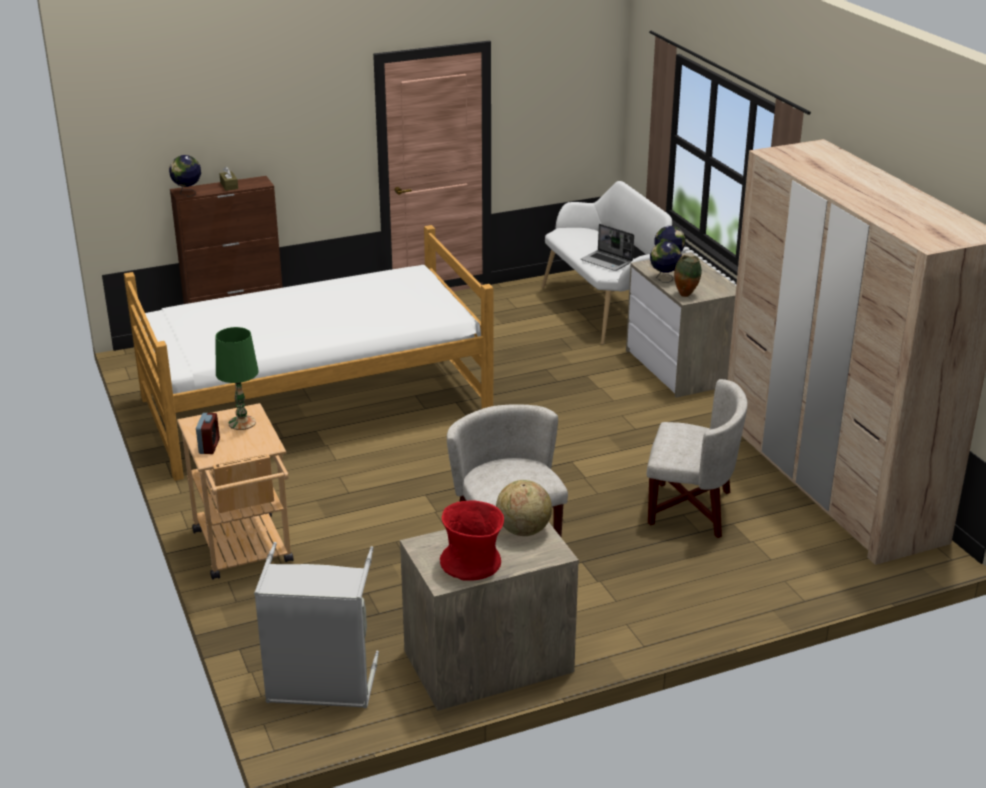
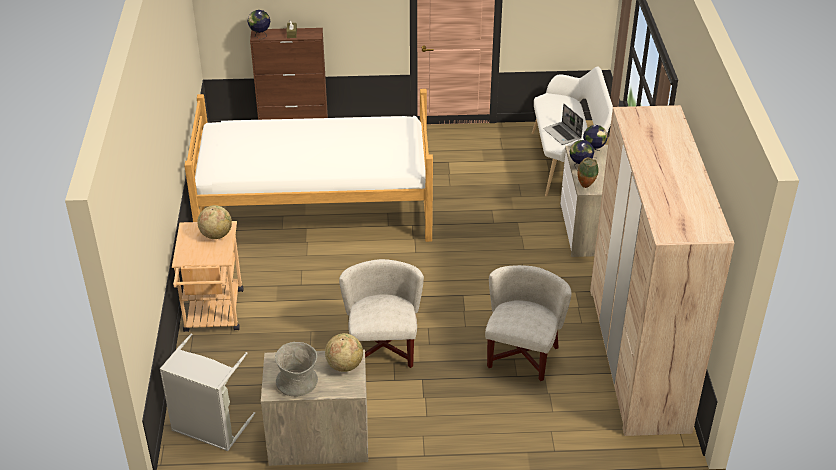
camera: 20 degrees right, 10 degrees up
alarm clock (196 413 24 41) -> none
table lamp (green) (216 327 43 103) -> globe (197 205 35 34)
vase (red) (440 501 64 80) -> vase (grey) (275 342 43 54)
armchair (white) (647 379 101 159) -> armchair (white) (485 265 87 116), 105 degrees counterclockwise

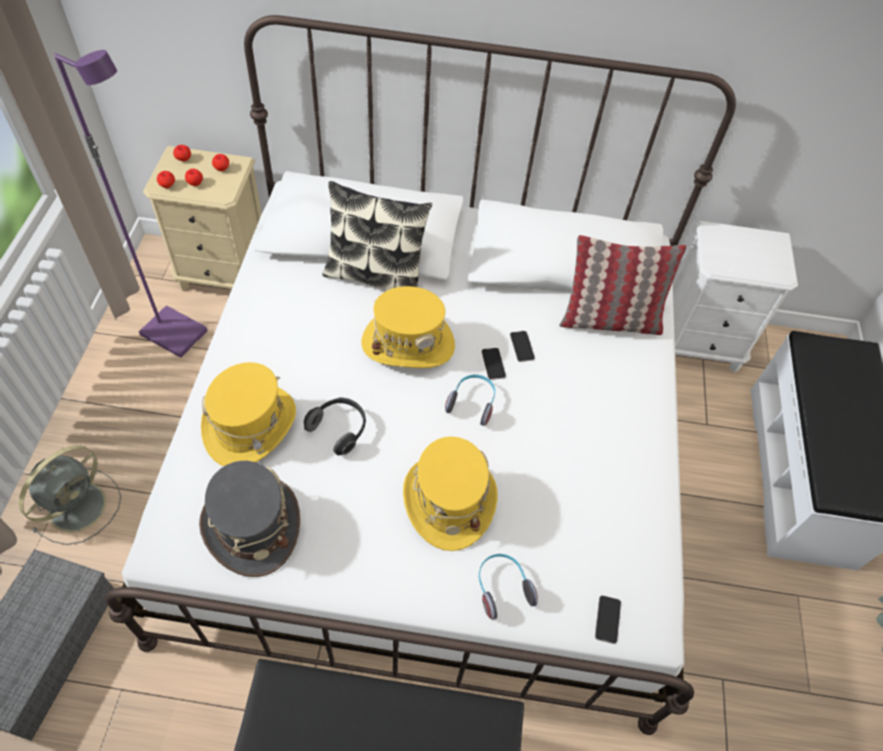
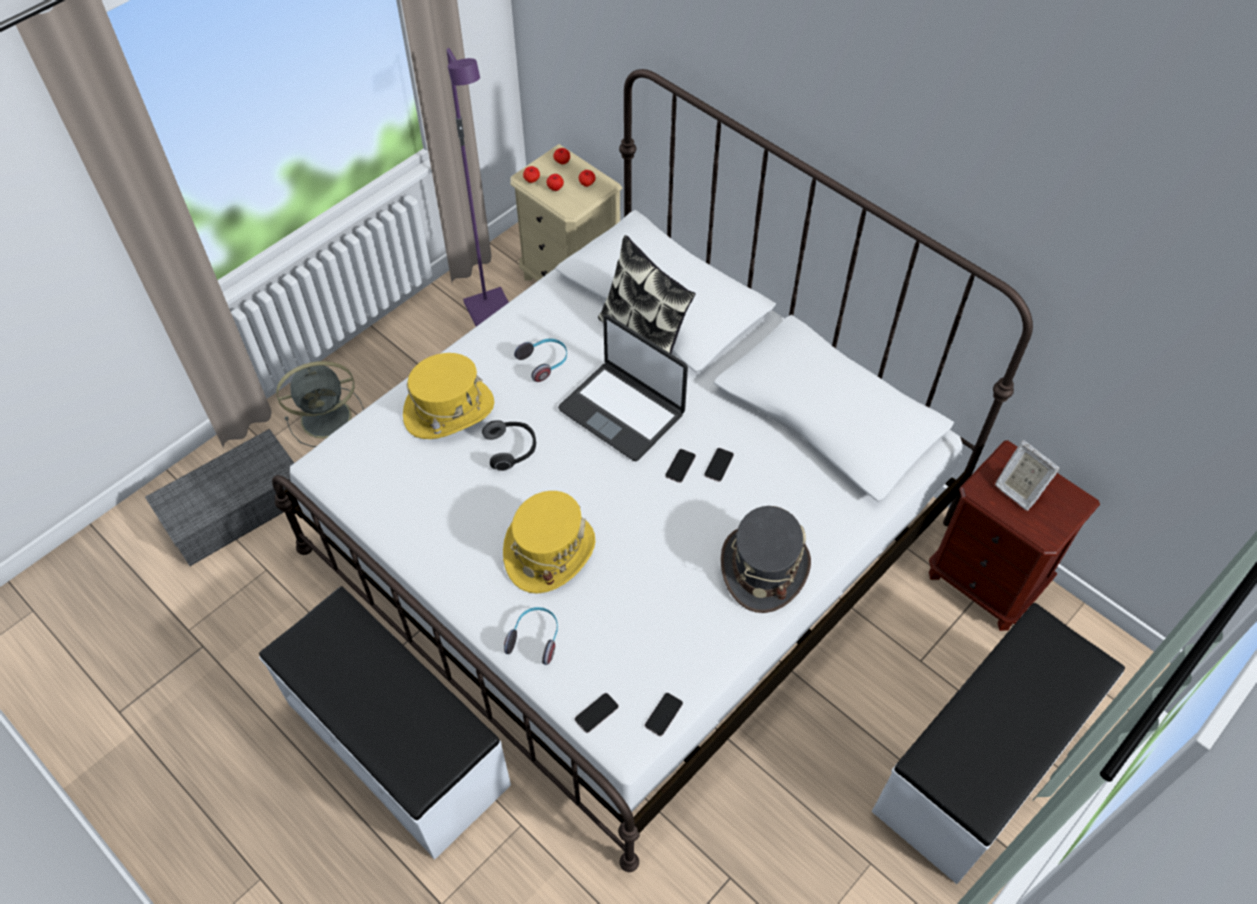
camera: 40 degrees right, 0 degrees up
pillow (559 235 127 100) -> none
none -> phone (645 693 38 43)
none -> picture frame (995 440 65 71)
hat (grey) (199 461 101 116) -> hat (grey) (721 506 90 107), relocated
headphones (445 374 50 52) -> headphones (514 339 53 43), relocated
hat (yellow) (361 286 94 82) -> laptop (558 315 130 146)
nightstand (white) (673 221 125 152) -> nightstand (brown) (929 440 171 191)

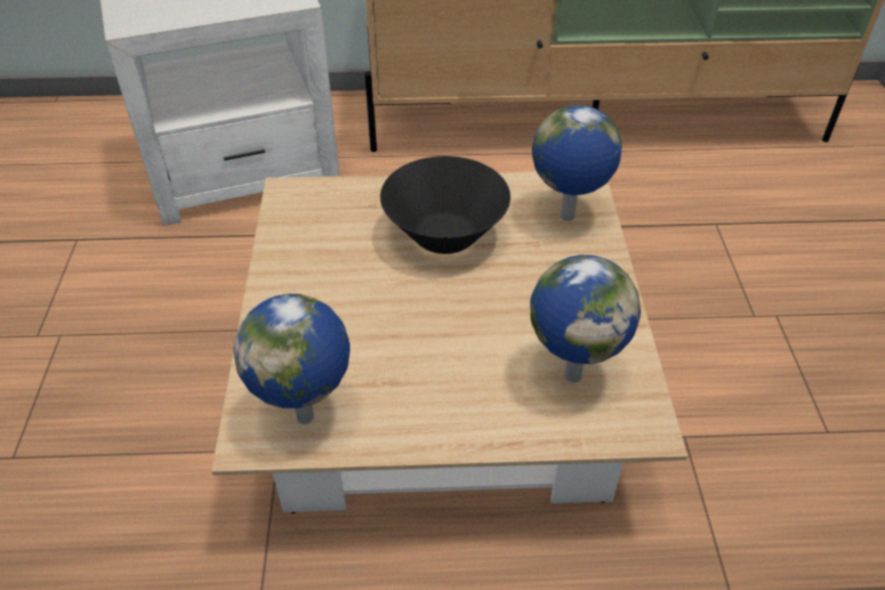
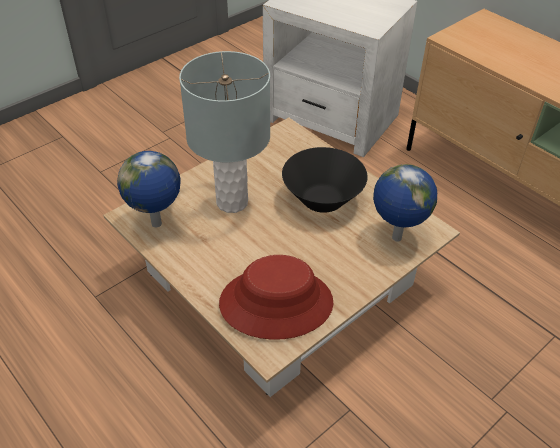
camera: 50 degrees right, 0 degrees up
none -> table lamp (grey) (179 51 91 162)
globe (530 255 111 128) -> hat (red) (219 255 115 85)

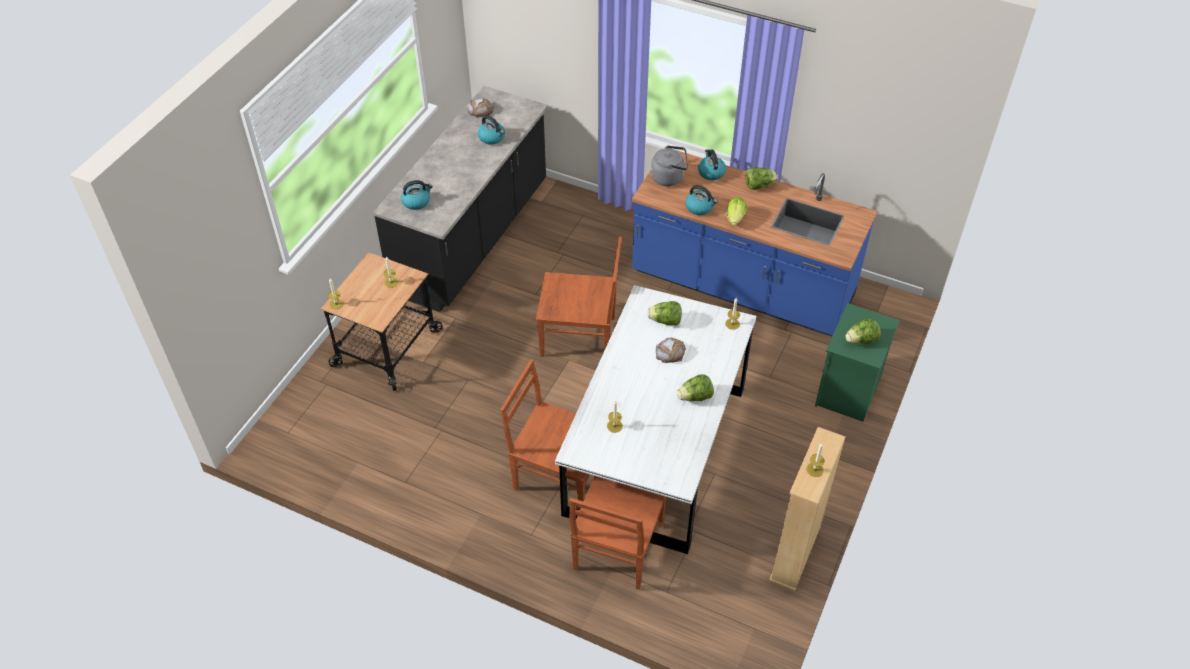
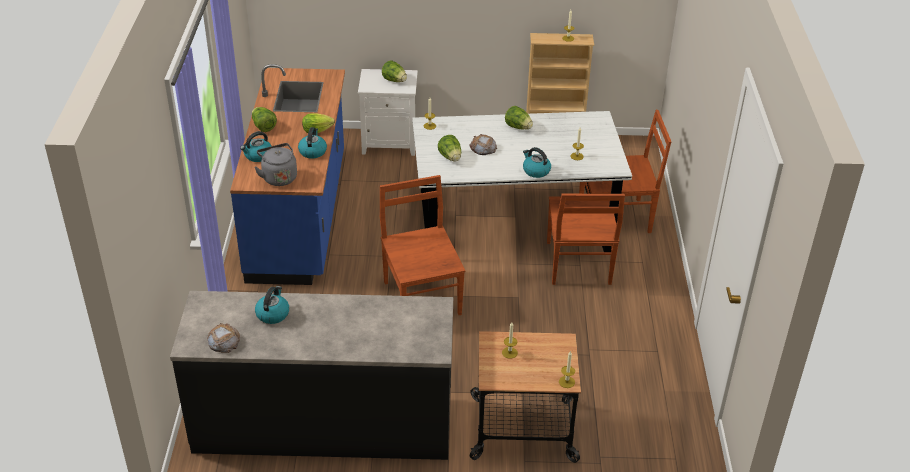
camera: 115 degrees left, 10 degrees down
kettle (401 180 32 30) -> kettle (523 147 28 31), relocated
nightstand (green) (815 303 85 119) -> nightstand (white) (358 69 60 87)

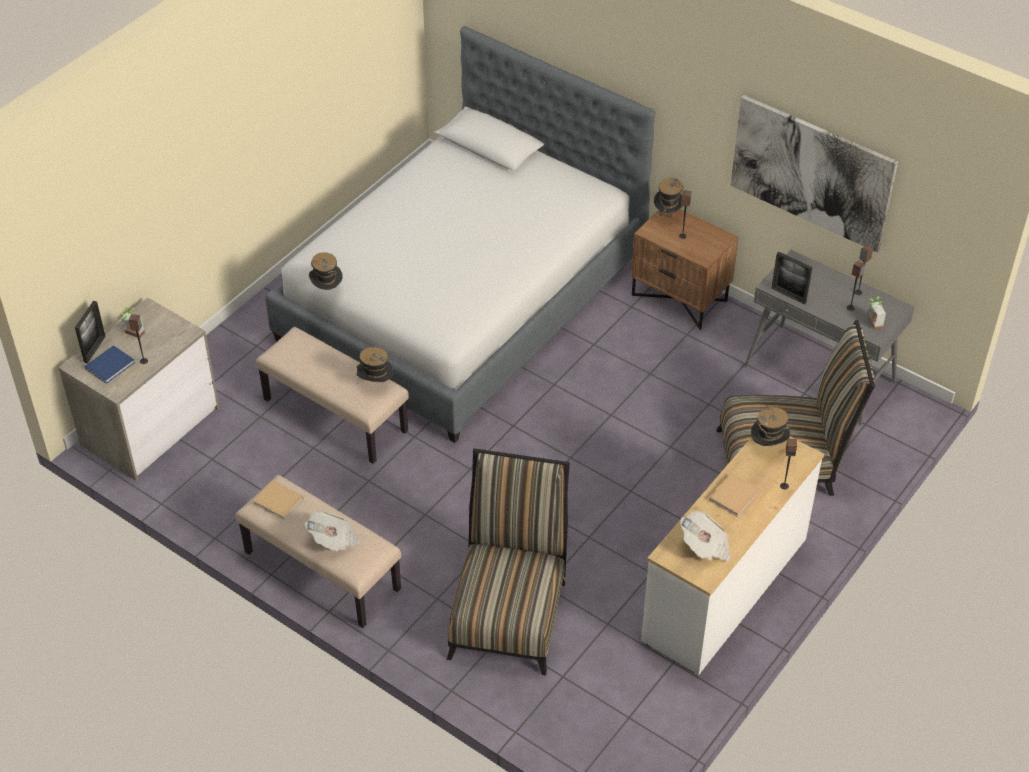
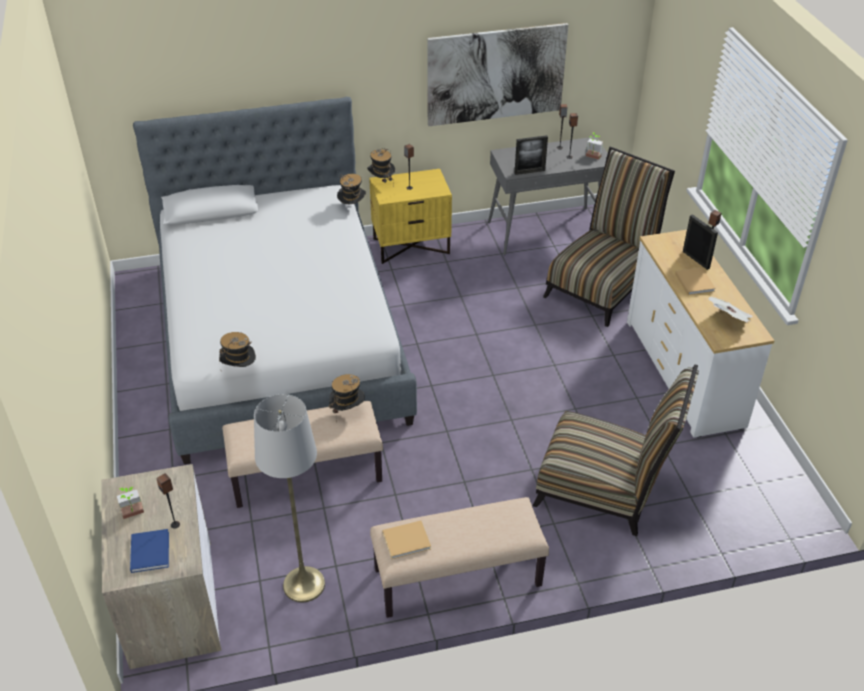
camera: 50 degrees left, 5 degrees down
newspaper (305 510 56 41) -> none
none -> floor lamp (grey) (254 394 71 208)
picture frame (75 301 31 62) -> picture frame (683 214 35 56), relocated
hat (751 404 39 42) -> hat (337 174 29 30), relocated
nightstand (brown) (631 209 107 121) -> nightstand (yellow) (369 169 83 95)
chair (447 448 123 227) -> chair (533 365 166 171), 150 degrees clockwise

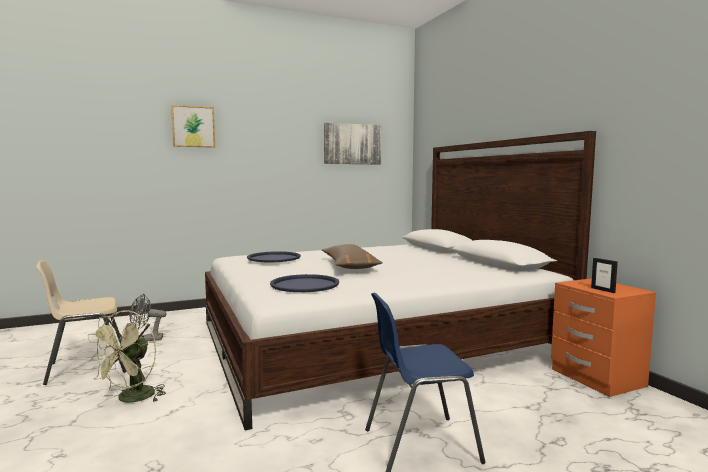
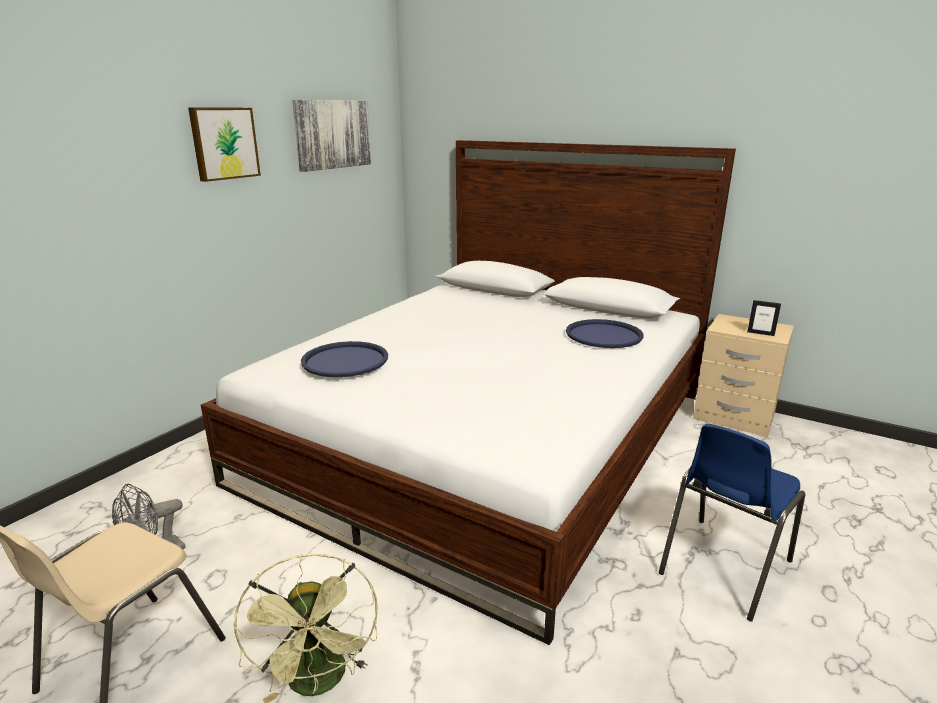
camera: 35 degrees left, 15 degrees up
pillow (brown) (322 244 61 25) -> none
picture (171 105 44 43) -> picture (188 107 73 75), relocated
tray (blue) (270 274 69 18) -> tray (blue) (566 319 78 29), relocated
nightstand (orange) (551 278 105 119) -> nightstand (beige) (693 314 101 123)

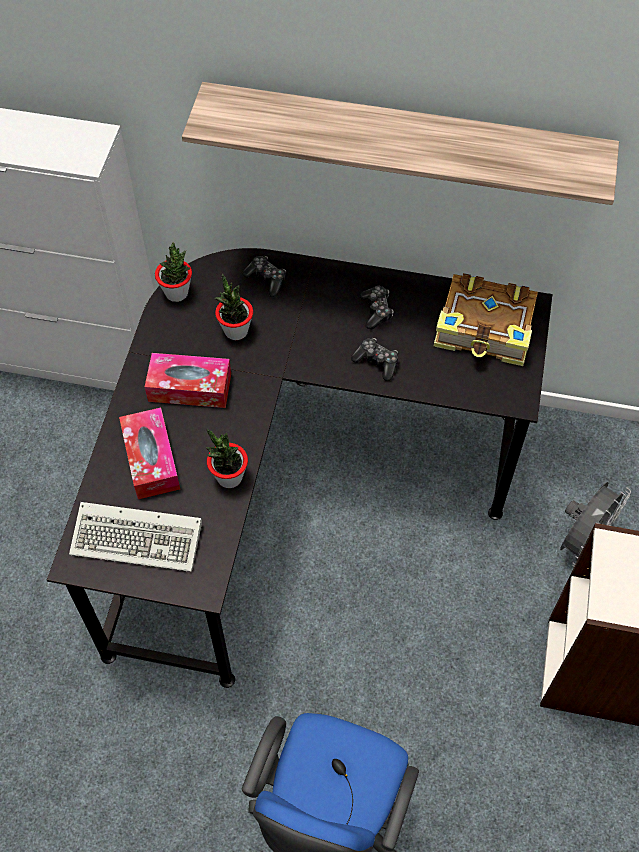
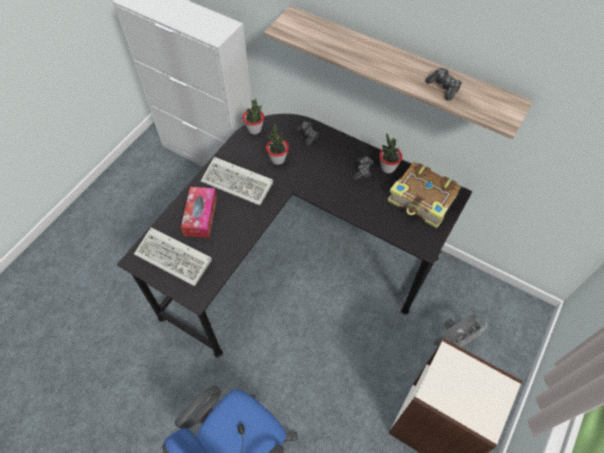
camera: 20 degrees right, 0 degrees up
potted plant (206 429 42 59) -> potted plant (379 133 23 40), relocated
game controller (351 338 47 43) -> game controller (425 68 37 33), relocated
tissue box (145 353 86 55) -> keyboard (201 157 72 48)

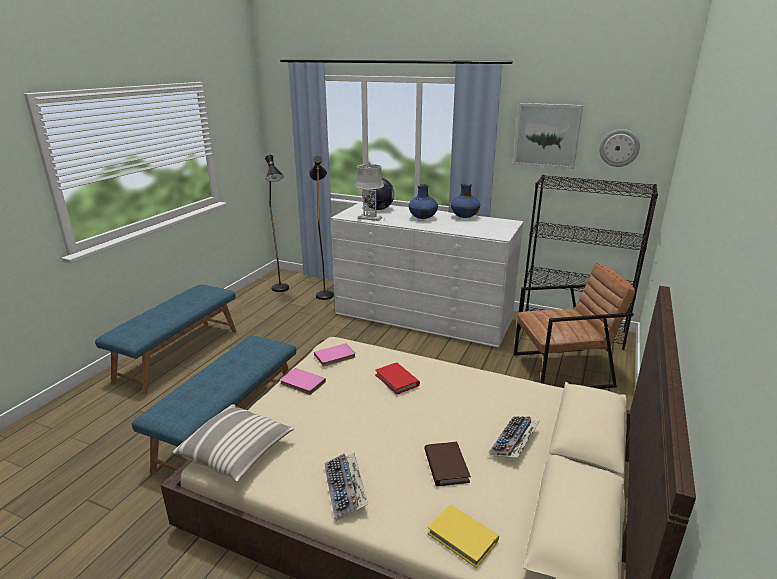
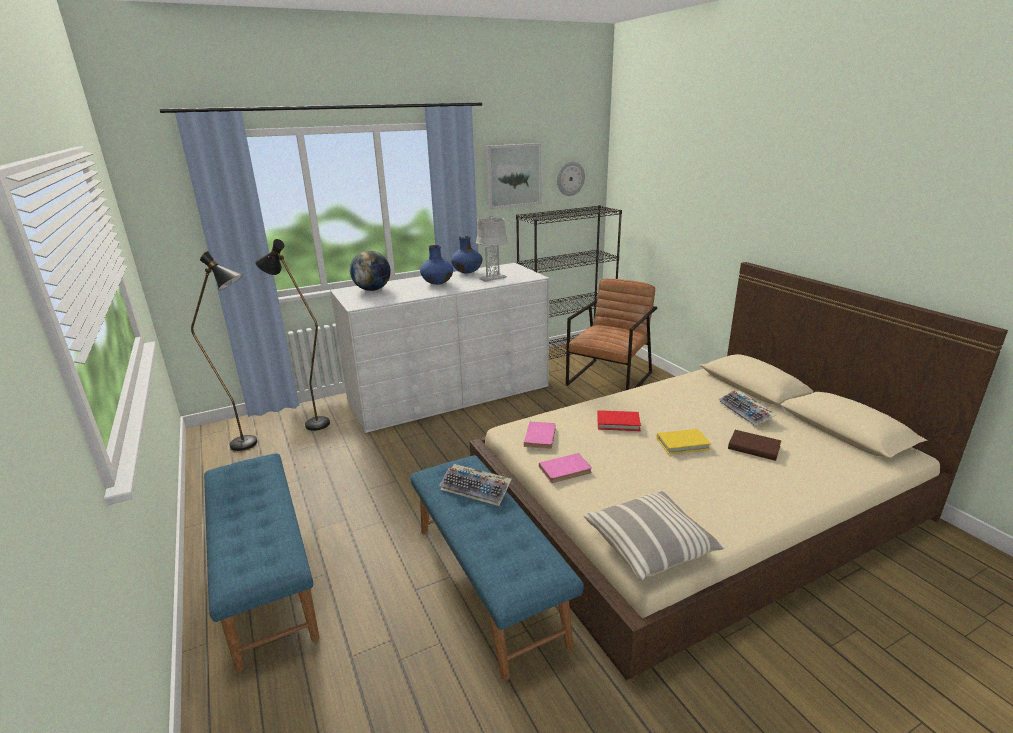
camera: 50 degrees left, 0 degrees up
keyboard (325 453 43 68) -> keyboard (439 464 73 42), relocated
table lamp (grey) (355 162 29 59) -> table lamp (grey) (476 215 32 67), relocated
book (yellow) (427 504 72 64) -> book (yellow) (657 429 54 25), relocated

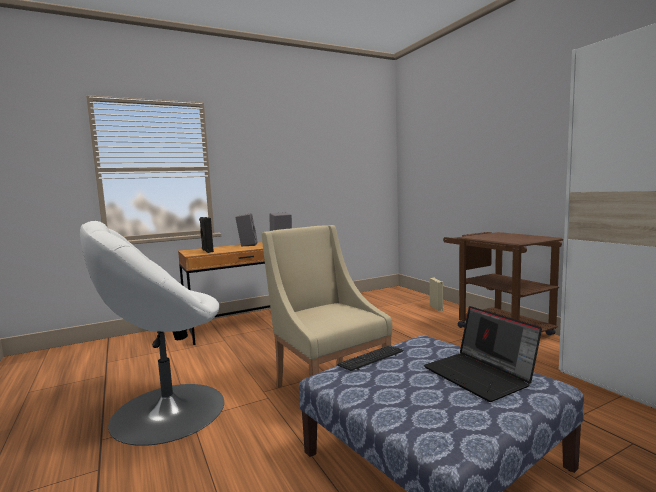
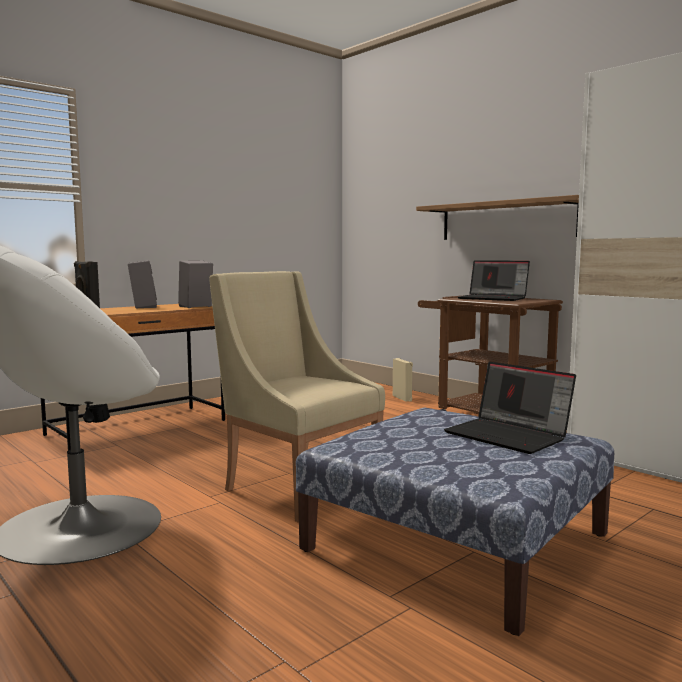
camera: 15 degrees left, 0 degrees up
keyboard (337 345 66 26) -> none
none -> shelf (416 195 163 45)
none -> laptop (458 260 72 41)

